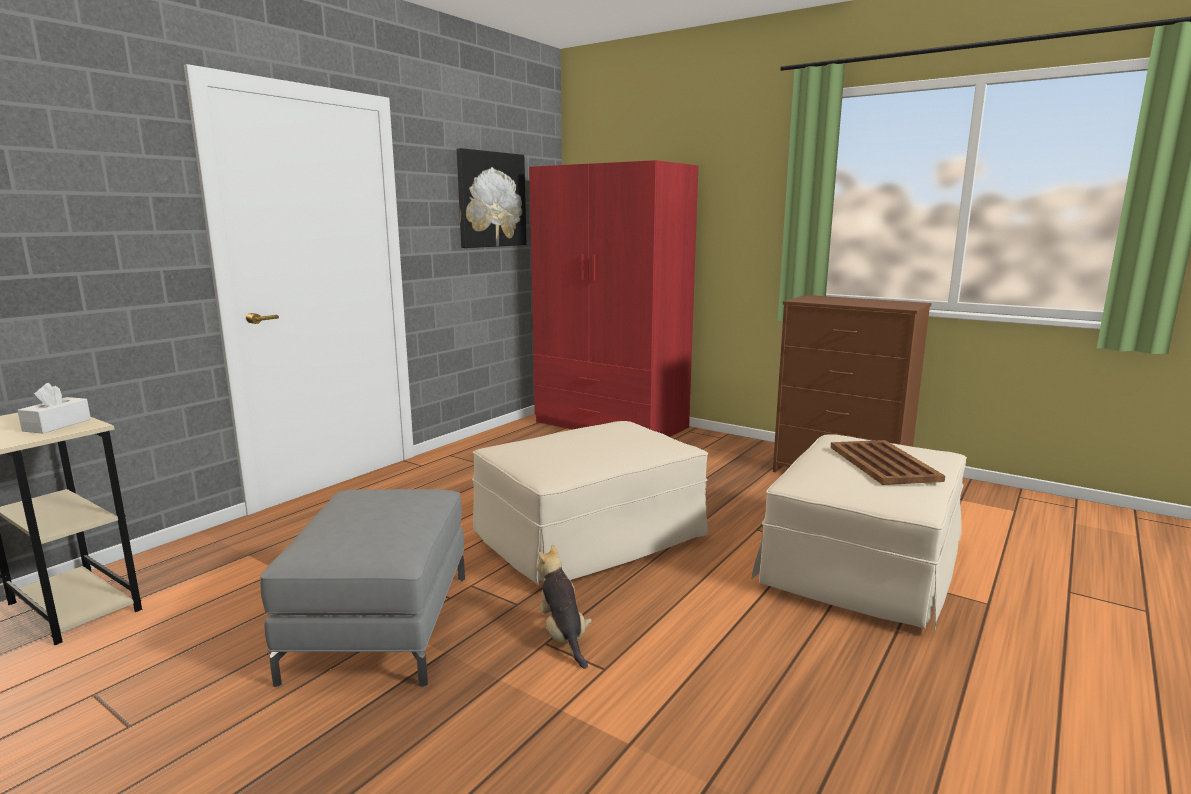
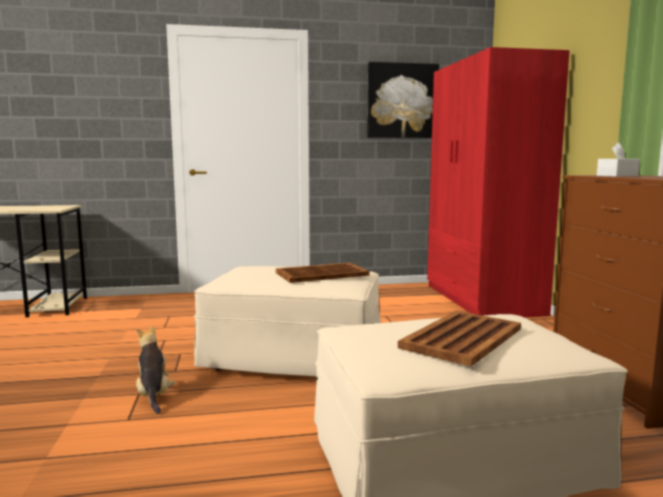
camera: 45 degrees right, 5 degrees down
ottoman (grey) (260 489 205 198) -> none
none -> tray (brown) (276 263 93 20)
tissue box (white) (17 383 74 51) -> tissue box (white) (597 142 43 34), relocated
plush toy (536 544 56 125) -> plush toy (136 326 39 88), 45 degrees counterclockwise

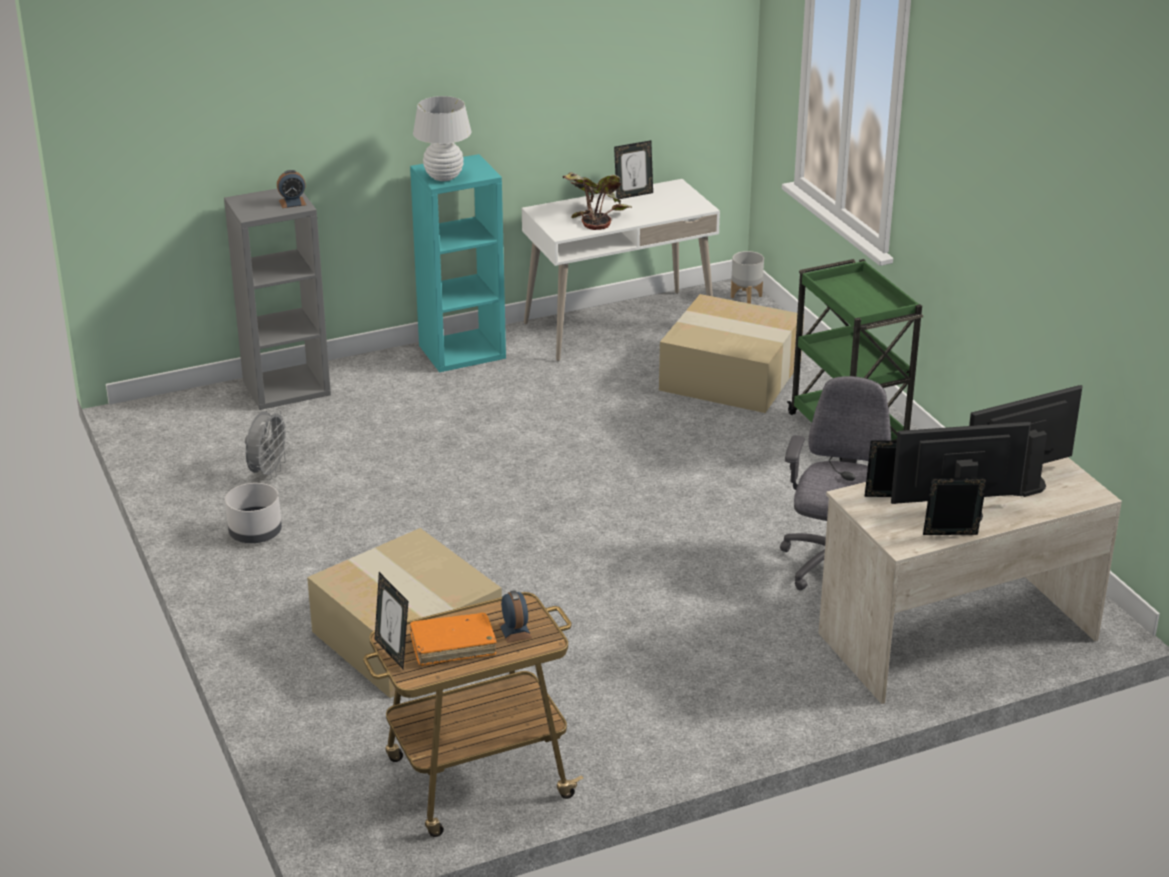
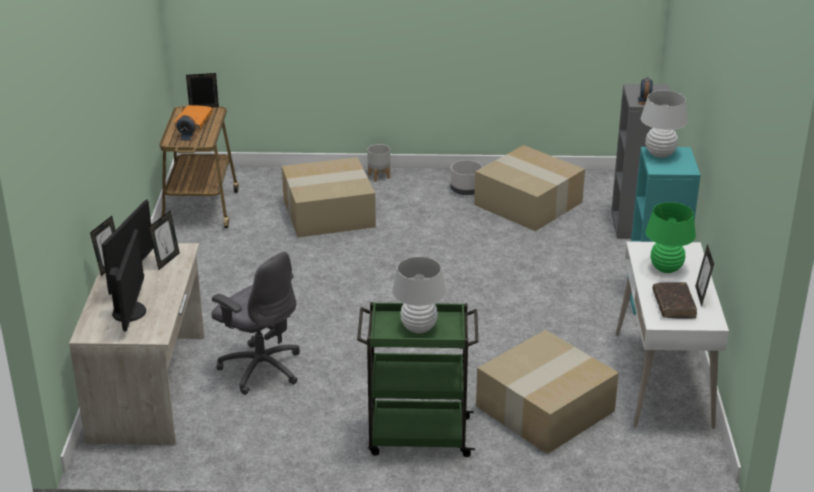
camera: 115 degrees right, 0 degrees up
none -> table lamp (white) (392 257 54 76)
none -> book (brown) (653 282 44 37)
planter (grey) (731 251 33 53) -> planter (grey) (367 144 23 38), relocated
fan (grey) (245 409 46 71) -> cardboard box (474 145 111 86)
potted plant (563 172 69 58) -> table lamp (green) (645 202 51 71)

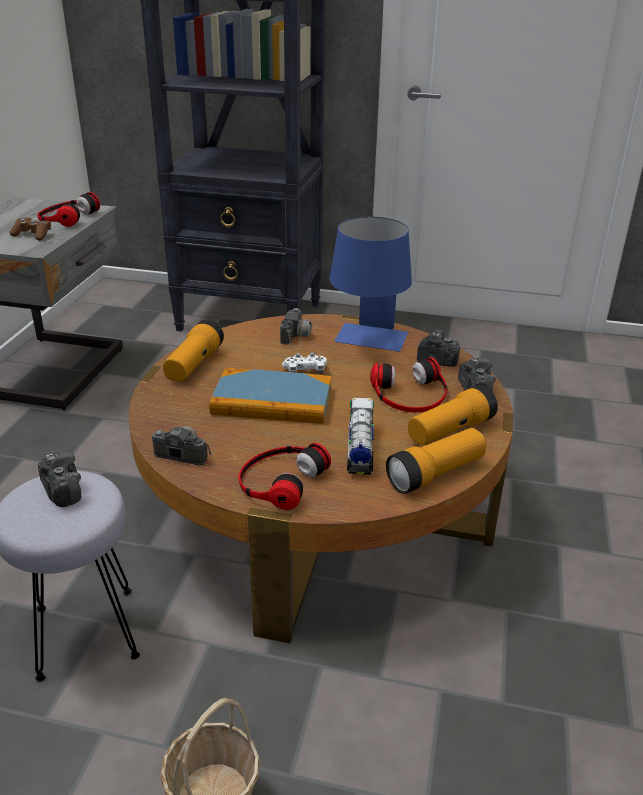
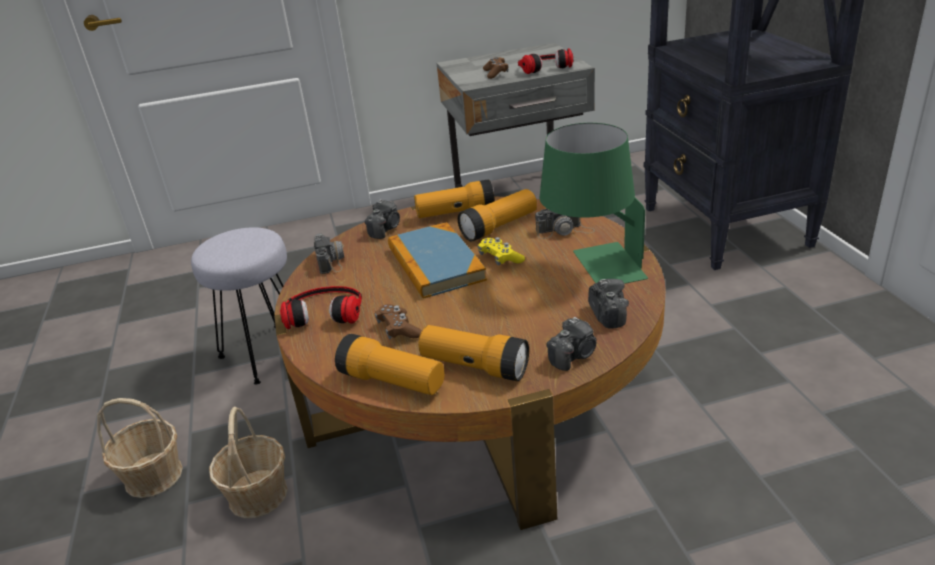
camera: 65 degrees right, 0 degrees up
headphones (370 357 78 56) -> none
none -> basket (209 407 79 111)
none -> flashlight (458 189 79 52)
photo camera (38 451 43 56) -> photo camera (365 199 35 40), relocated
toy truck (347 398 27 76) -> game controller (brown) (375 304 47 35)
game controller (white) (282 352 45 22) -> game controller (yellow) (478 237 47 28)
table lamp (blue) (330 217 82 134) -> table lamp (green) (540 123 108 161)

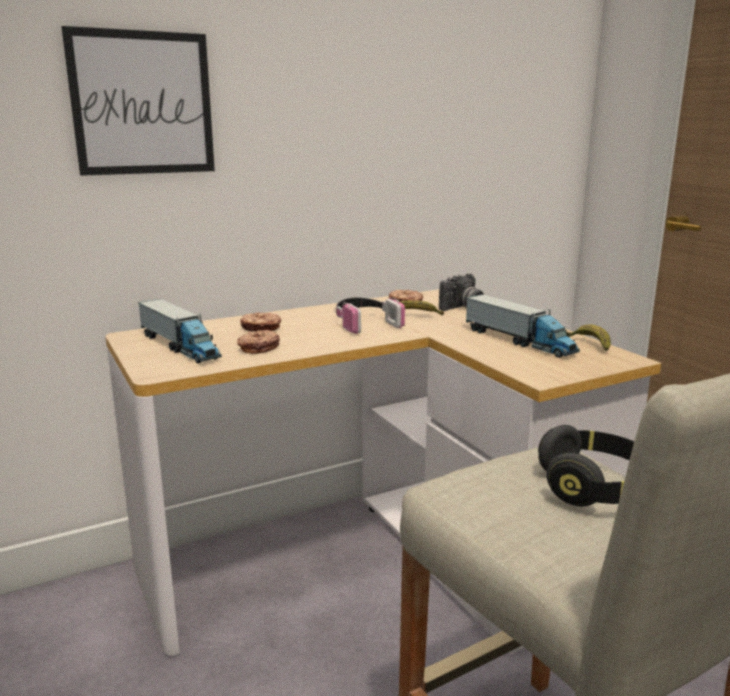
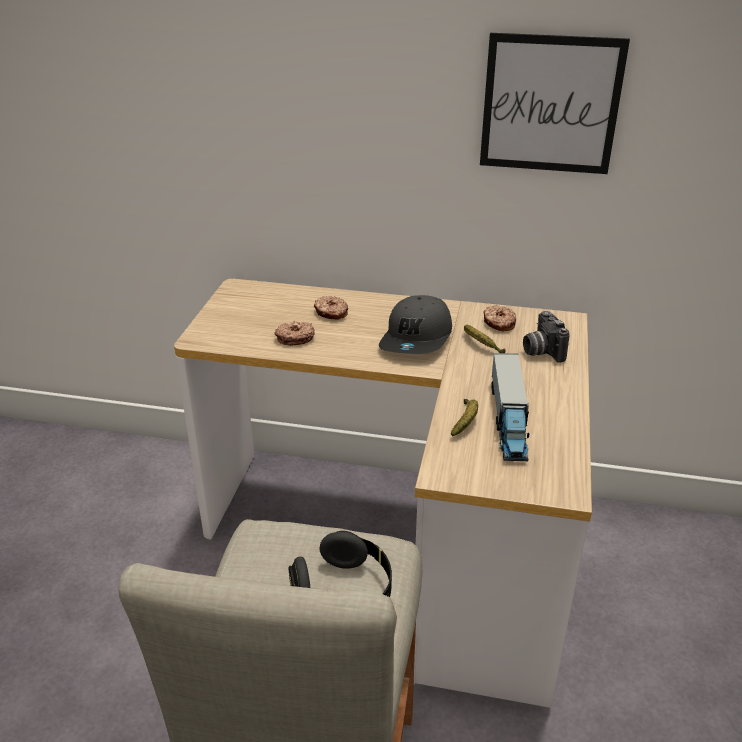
camera: 40 degrees right, 15 degrees up
toy truck (138 299 84 64) -> none
picture (61 26 154 150) -> picture (480 33 150 141), relocated
banana (566 324 45 27) -> banana (451 399 27 37), relocated
headphones (334 297 71 37) -> cap (grey) (379 295 73 59)
photo camera (439 273 45 38) -> photo camera (523 311 47 52), 75 degrees clockwise

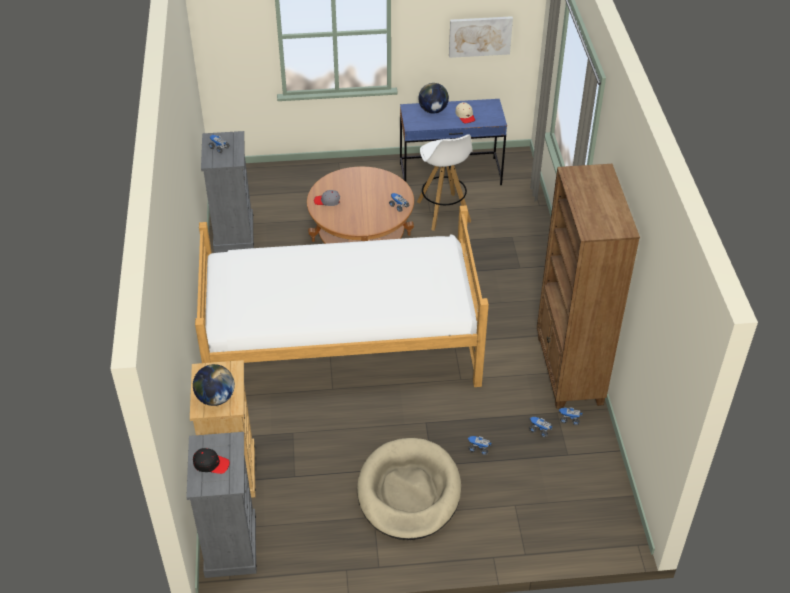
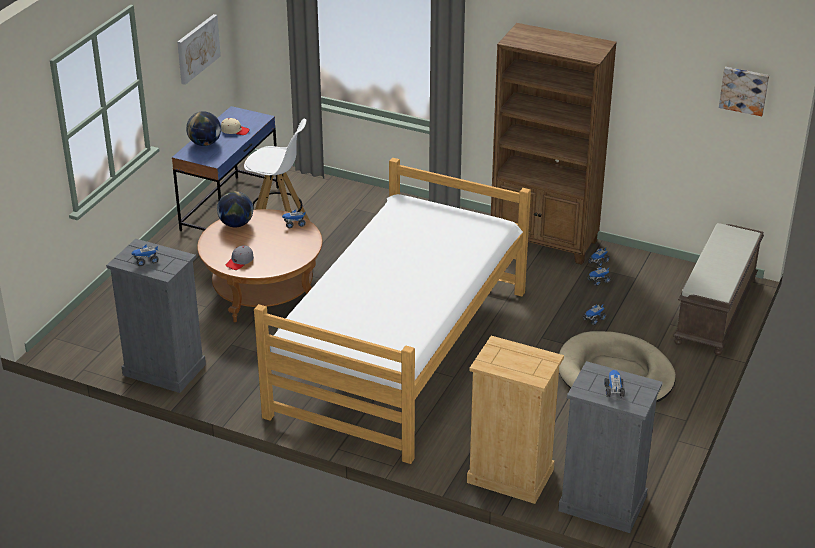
camera: 60 degrees left, 10 degrees down
none -> bench (brown) (673 223 91 132)
none -> picture (719 67 50 49)
globe (193 364 42 42) -> globe (217 191 36 36), relocated
cap (black) (193 448 37 26) -> toy truck (604 370 21 28)

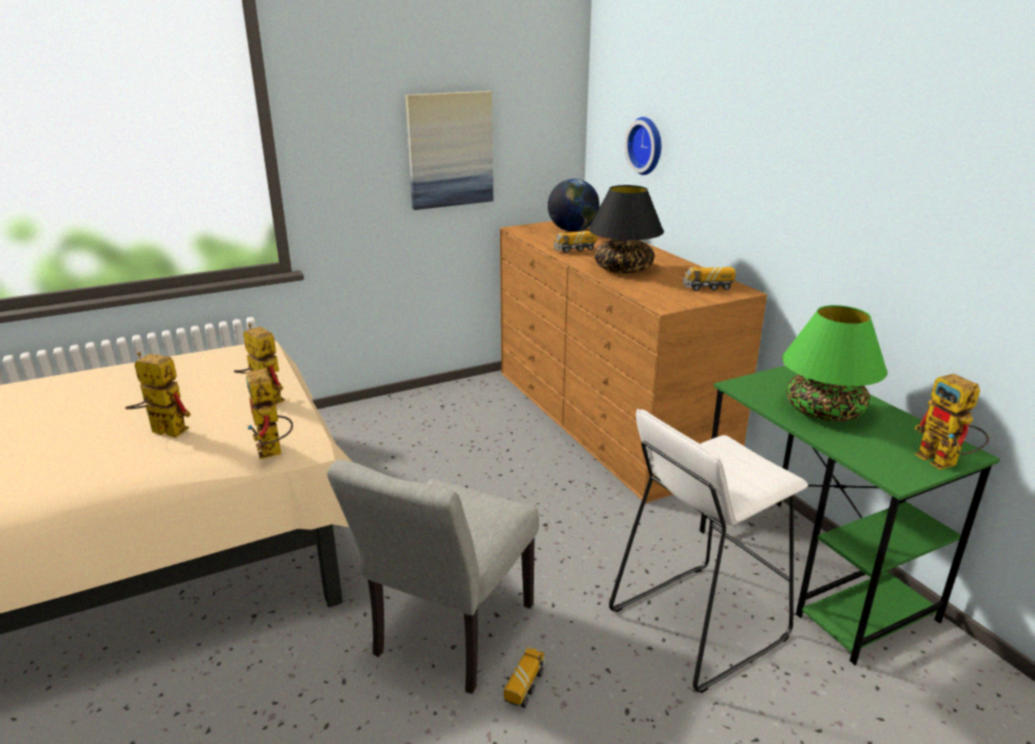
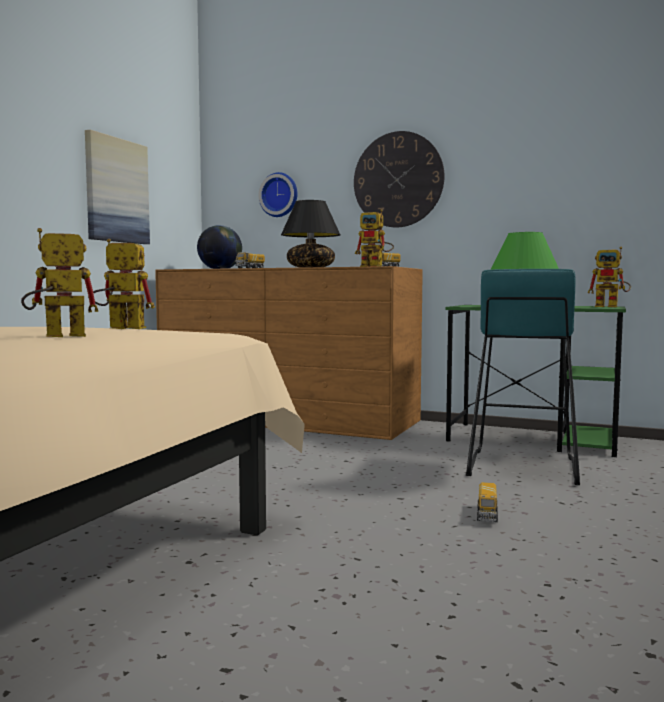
camera: 40 degrees left, 20 degrees down
chair (grey) (327 459 212 235) -> none
none -> wall clock (354 131 90 97)
toy robot (246 368 47 91) -> toy robot (355 209 39 58), relocated
stool (white) (609 409 199 284) -> stool (turquoise) (466 269 114 216)
toy truck (504 647 42 61) -> toy truck (477 482 21 40), 150 degrees counterclockwise

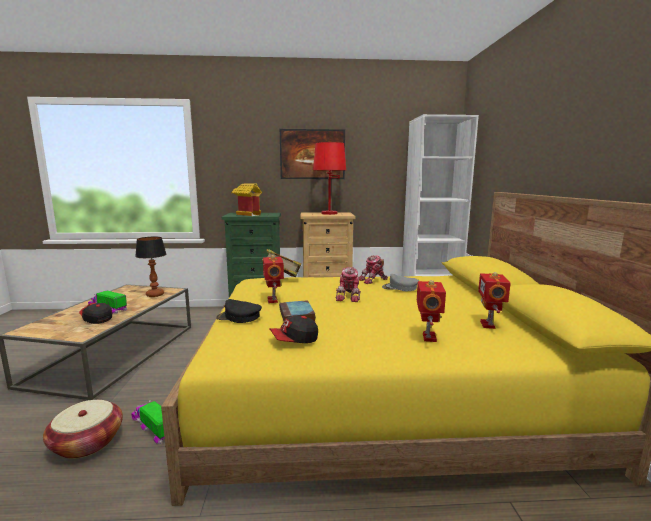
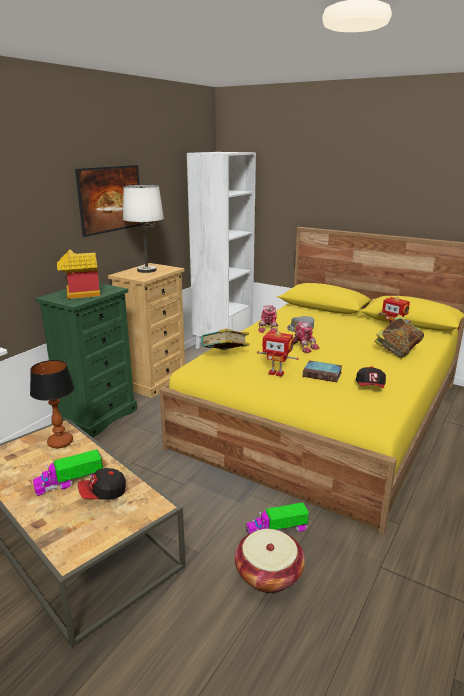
camera: 55 degrees left, 10 degrees up
cap (black) (216 299 46 24) -> none
toy robot (417 280 29 62) -> book (374 314 50 44)
table lamp (red) (313 142 33 73) -> table lamp (white) (123 185 41 88)

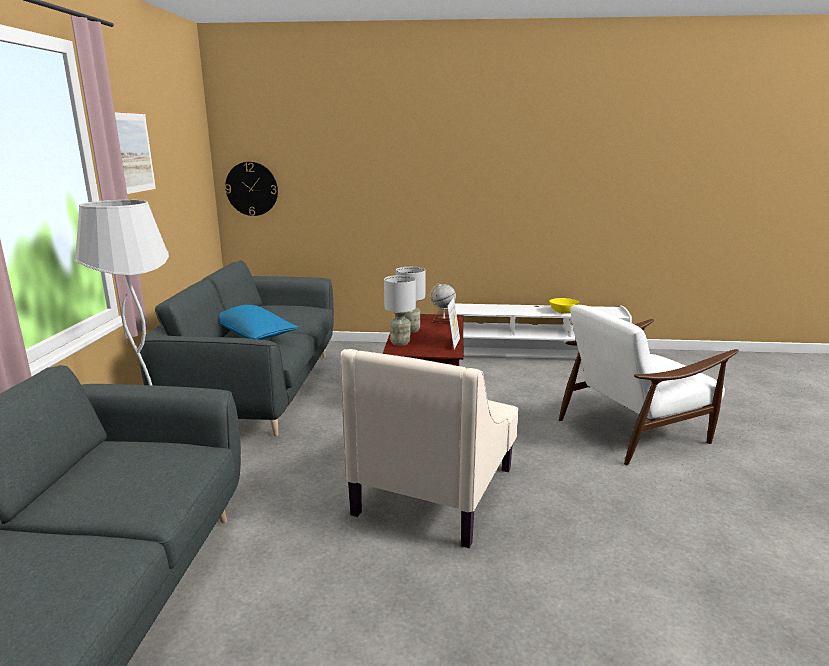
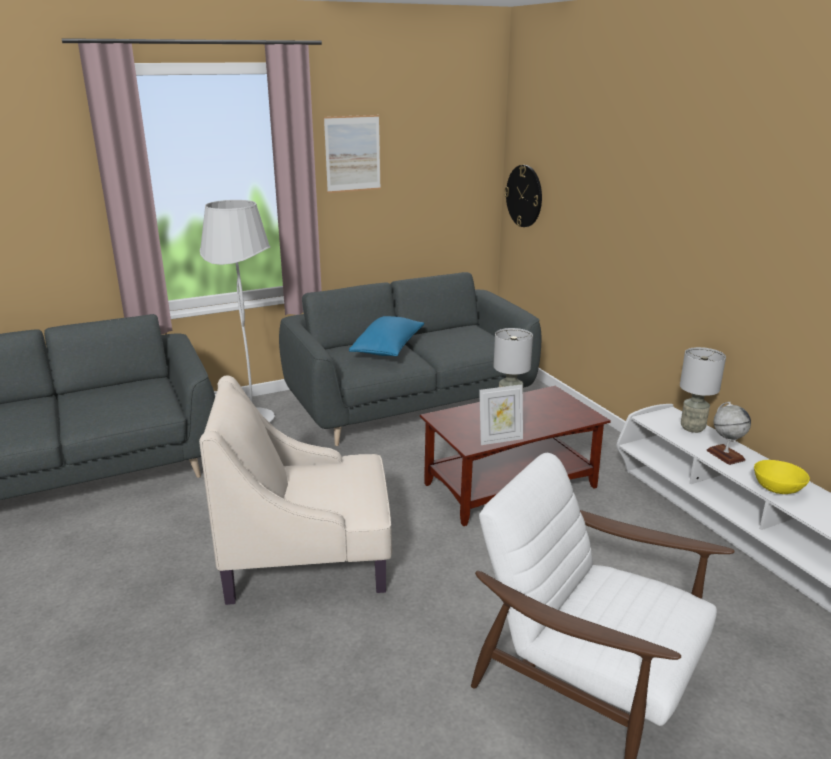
camera: 60 degrees right, 5 degrees up
table lamp (grey) (384 275 32 71) -> table lamp (grey) (680 347 46 86), relocated
globe (430 283 26 41) -> globe (706 402 45 63), relocated

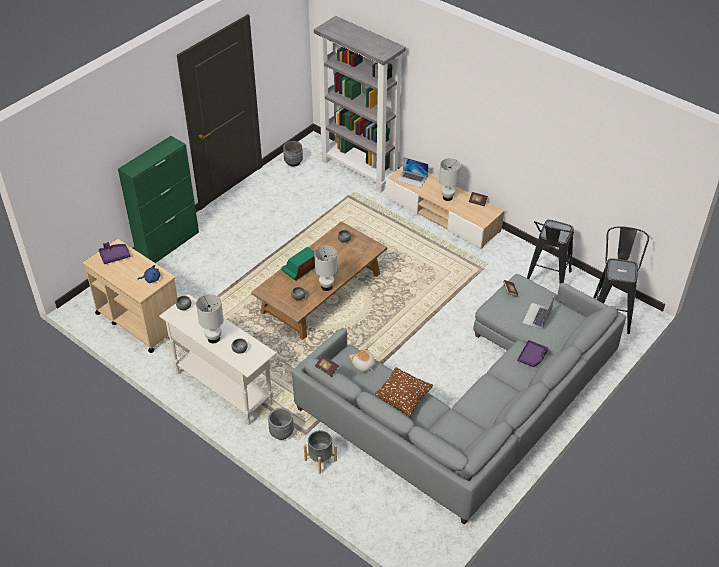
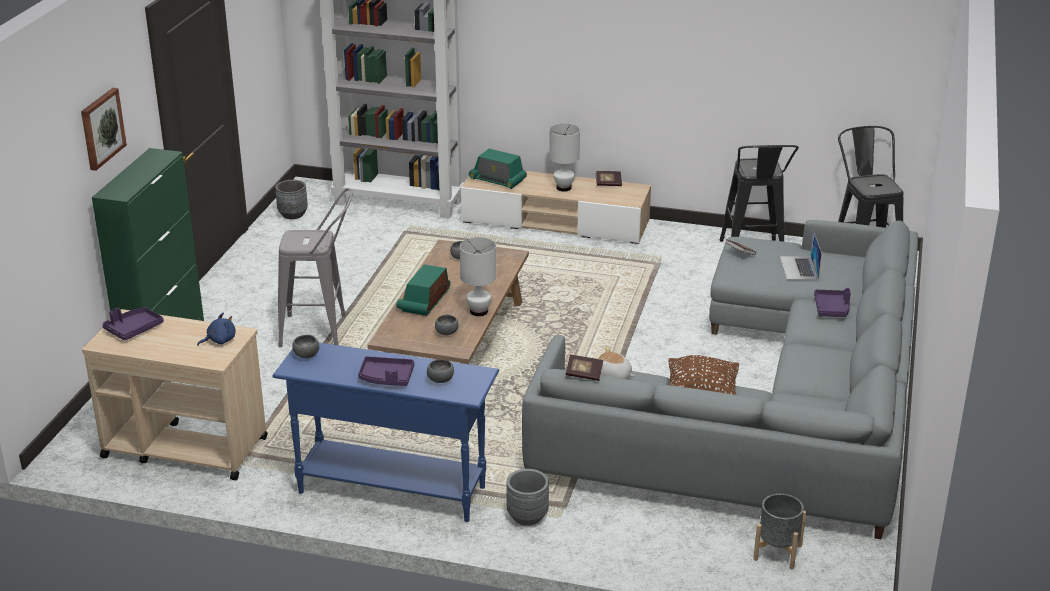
camera: 25 degrees left, 15 degrees down
none -> picture (81 88 46 83)
none -> stool (grey) (278 188 74 159)
planter (grey) (304 430 33 44) -> planter (grey) (753 493 53 77), relocated
table lamp (white) (196 294 28 49) -> tray (purple) (358 356 56 30)
laptop (396 157 32 31) -> radio (469 149 58 40)
console table (white) (159 294 118 131) -> console table (blue) (272 343 227 179)

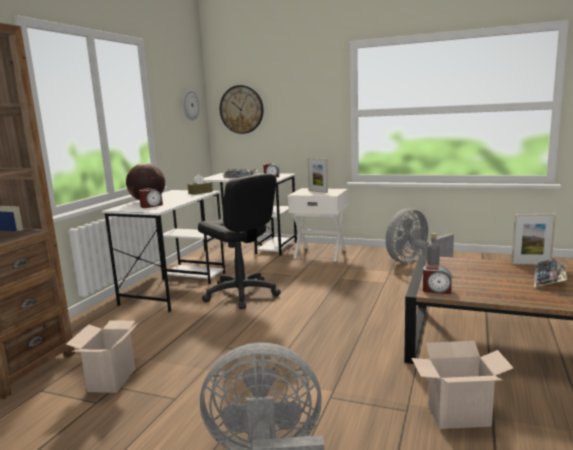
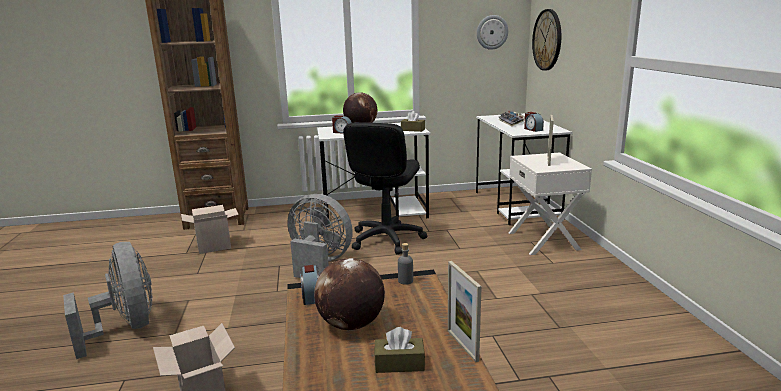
camera: 60 degrees right, 5 degrees up
none -> globe (314 258 71 73)
fan (grey) (386 208 68 55) -> fan (grey) (288 194 65 84), relocated
keyboard (534 258 33 29) -> tissue box (brown) (374 327 51 46)

